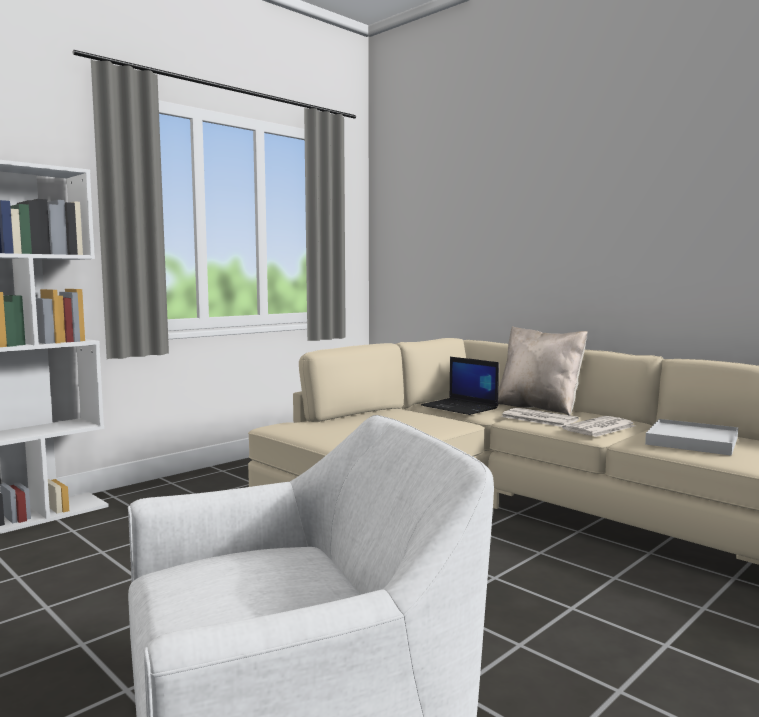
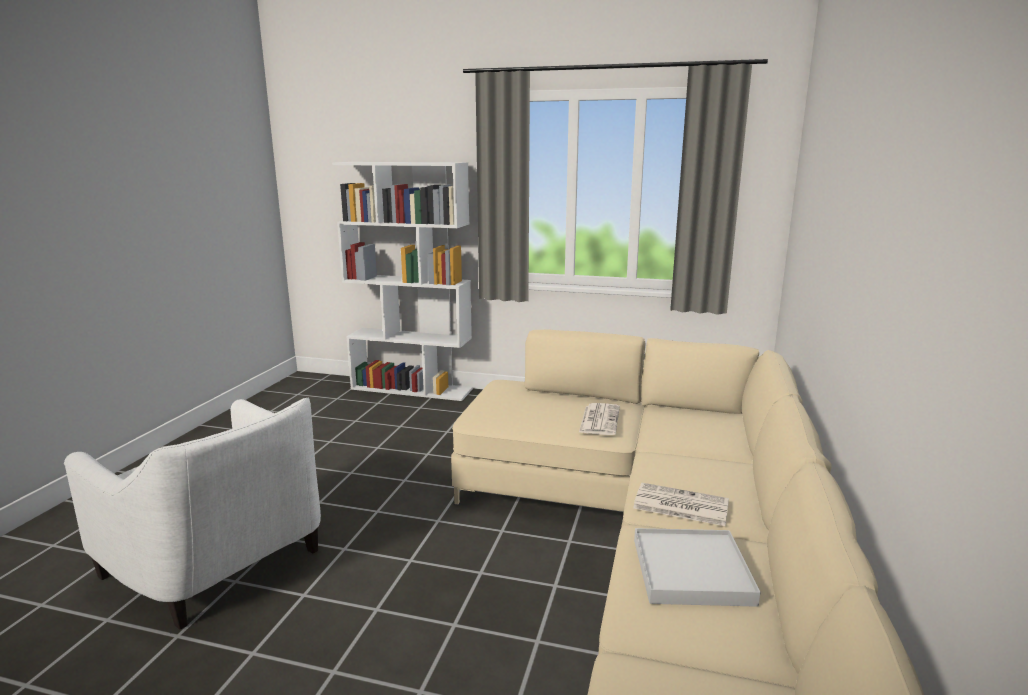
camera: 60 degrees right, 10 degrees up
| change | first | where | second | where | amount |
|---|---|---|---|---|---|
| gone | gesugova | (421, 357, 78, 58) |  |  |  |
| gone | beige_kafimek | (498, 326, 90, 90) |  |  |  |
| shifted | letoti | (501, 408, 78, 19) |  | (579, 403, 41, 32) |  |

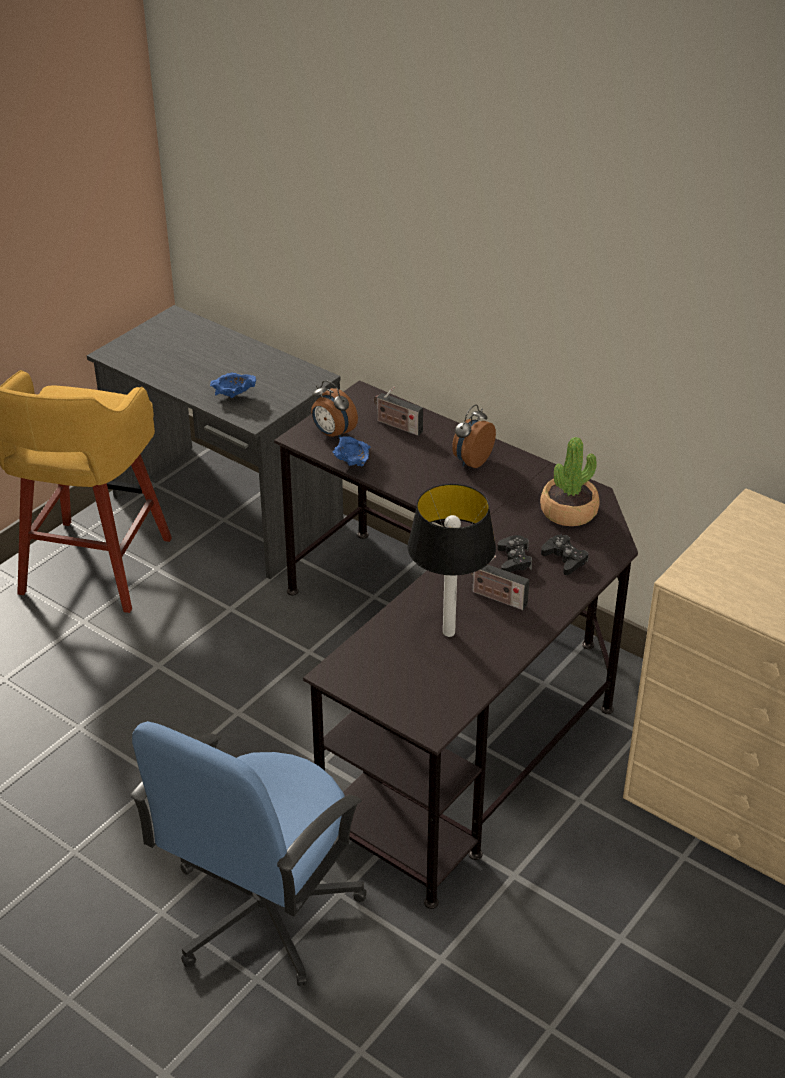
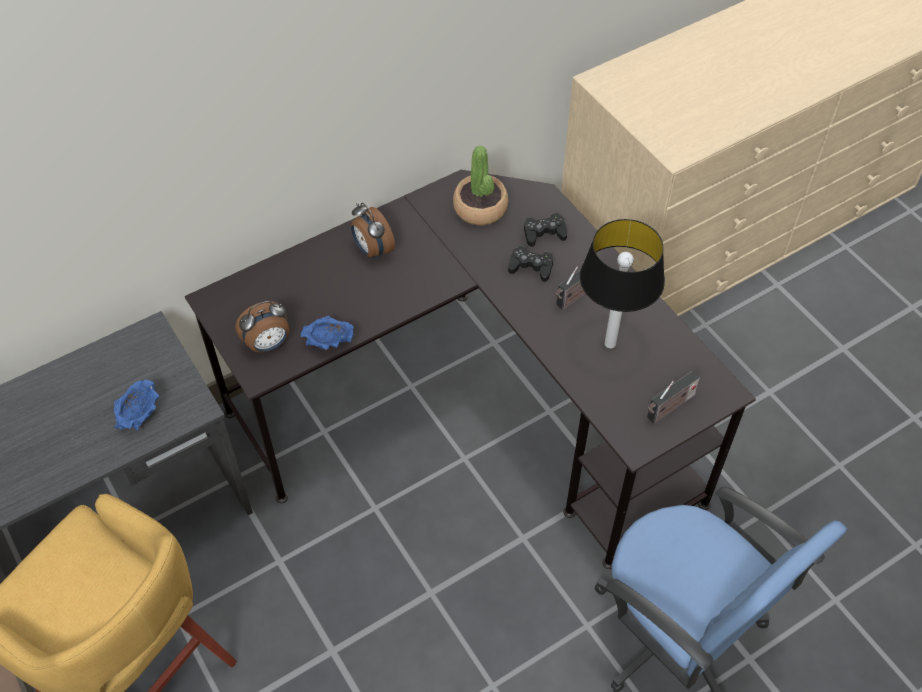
camera: 70 degrees left, 15 degrees up
| change | first | where | second | where | amount |
|---|---|---|---|---|---|
| shifted | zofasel | (374, 386, 49, 50) |  | (647, 370, 53, 54) |  |

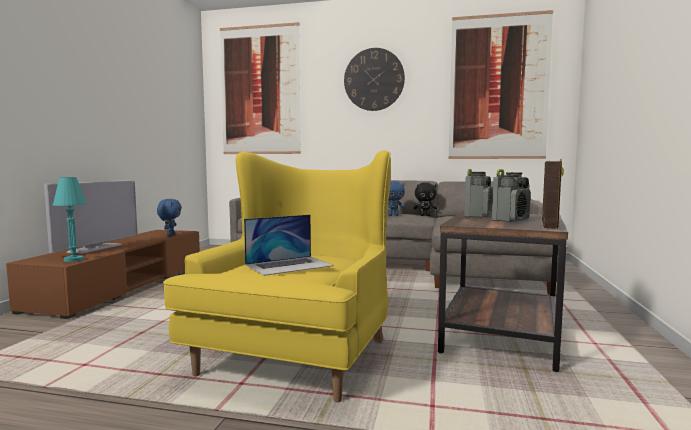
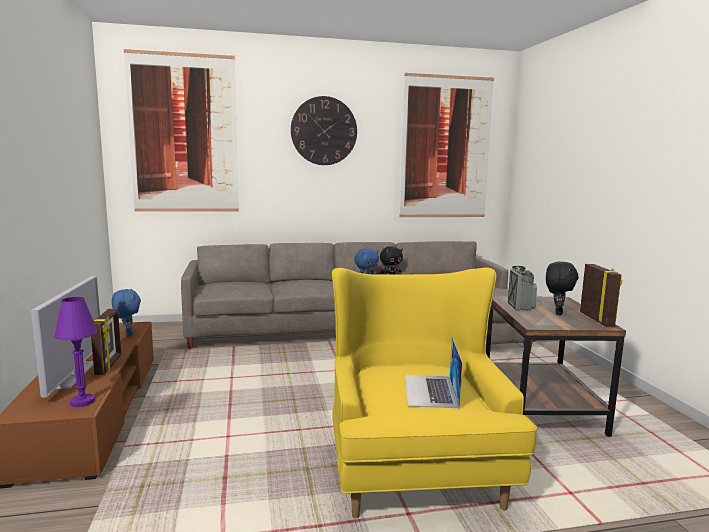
camera: 25 degrees left, 5 degrees up
| change | first | where | second | where | amount |
|---|---|---|---|---|---|
| new |  |  | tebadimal | (91, 309, 30, 66) |  |
| swapped | zofasel | (492, 169, 39, 53) | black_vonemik | (546, 261, 33, 54) |  |
| repainted | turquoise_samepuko | (53, 177, 34, 85) | purple_samepuko | (54, 297, 44, 110) |  |
| rotated | gesugova | (244, 215, 90, 61) |  | (405, 337, 58, 72) | 150 degrees clockwise |

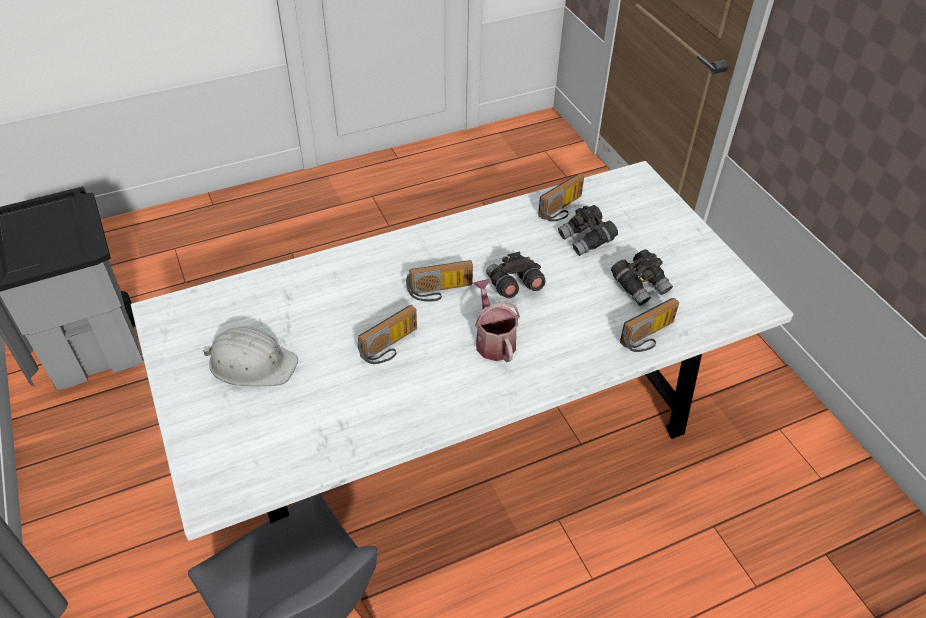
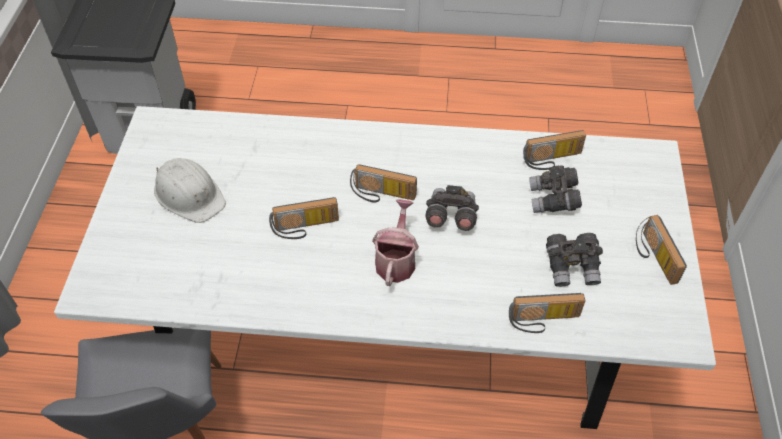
camera: 30 degrees right, 5 degrees up
| change | first | where | second | where | amount |
|---|---|---|---|---|---|
| new |  |  | zofasel | (636, 215, 51, 70) |  |

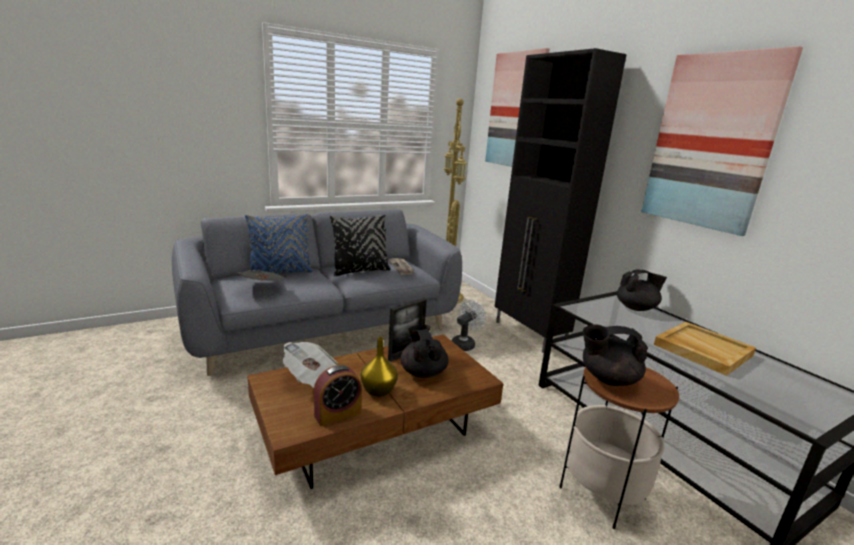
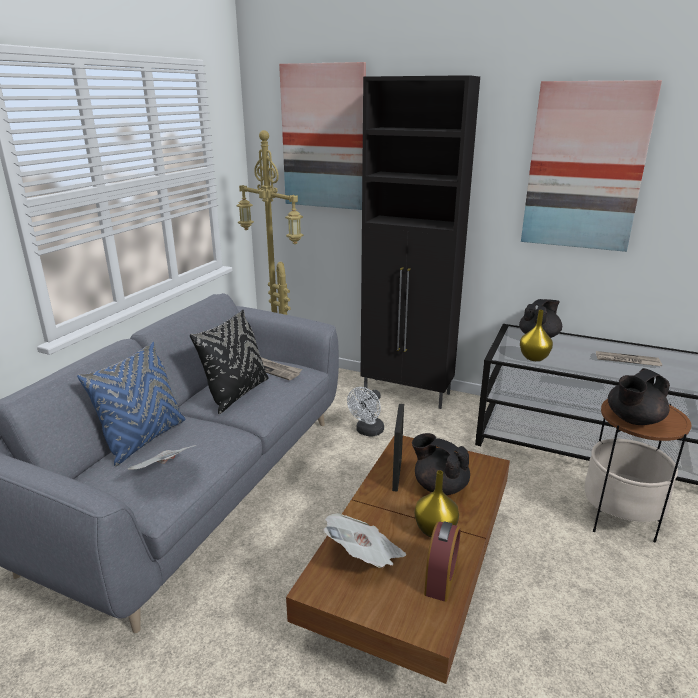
camera: 35 degrees left, 5 degrees up
| change | first | where | second | where | amount |
|---|---|---|---|---|---|
| new |  |  | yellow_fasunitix | (520, 310, 33, 51) |  |
| swapped | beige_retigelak | (654, 322, 102, 54) | letoti | (596, 351, 66, 15) |  |
| rotated | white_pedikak | (452, 300, 34, 51) |  | (347, 387, 37, 50) | 150 degrees counterclockwise |

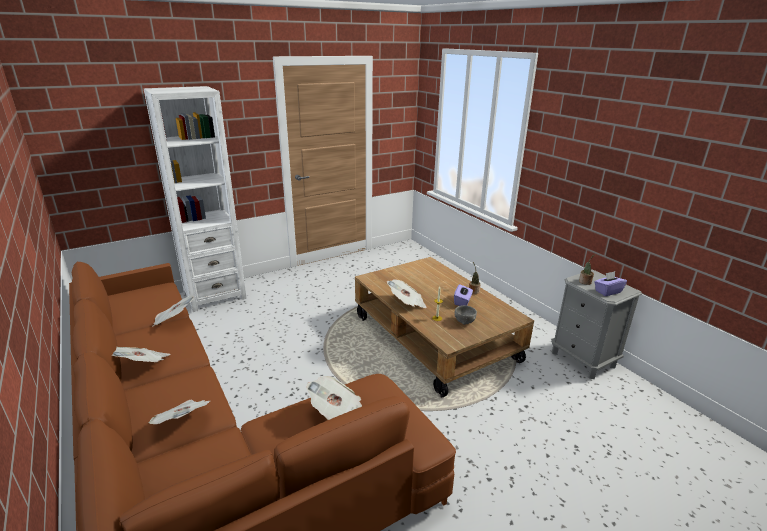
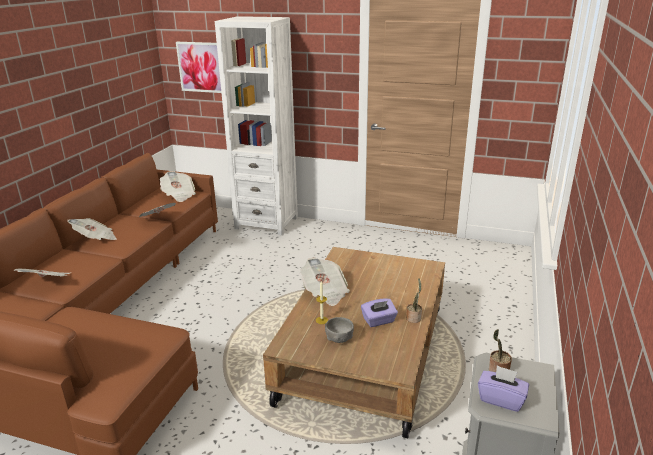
camera: 50 degrees right, 0 degrees up
| change | first | where | second | where | amount |
|---|---|---|---|---|---|
| new |  |  | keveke | (176, 42, 45, 51) |  |
| shifted | letoti | (306, 376, 56, 44) |  | (160, 171, 36, 31) |  |

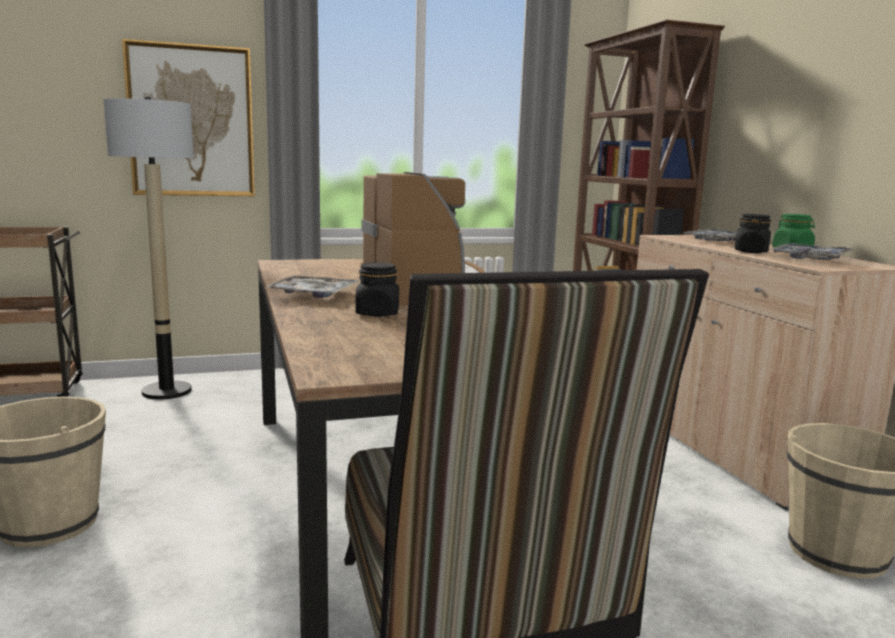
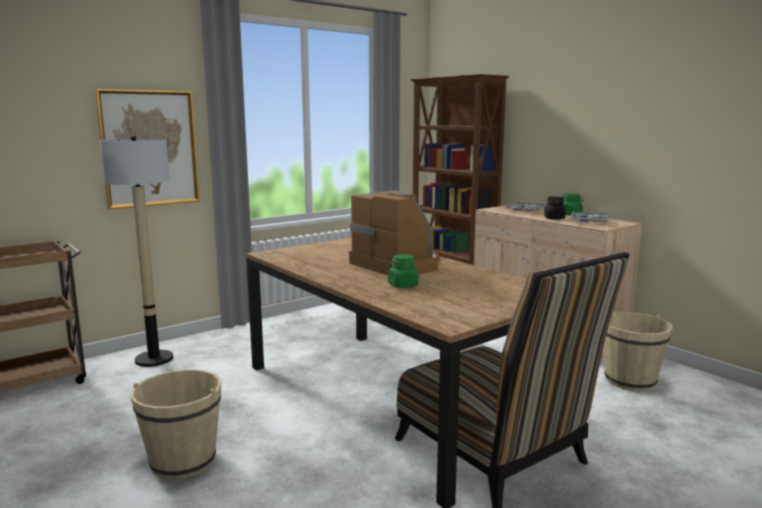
camera: 20 degrees left, 0 degrees up
| change | first | where | second | where | amount |
|---|---|---|---|---|---|
| gone | retigelak | (265, 275, 94, 23) |  |  |  |
| repainted | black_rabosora | (356, 262, 43, 55) | green_rabosora | (388, 254, 31, 34) |  |

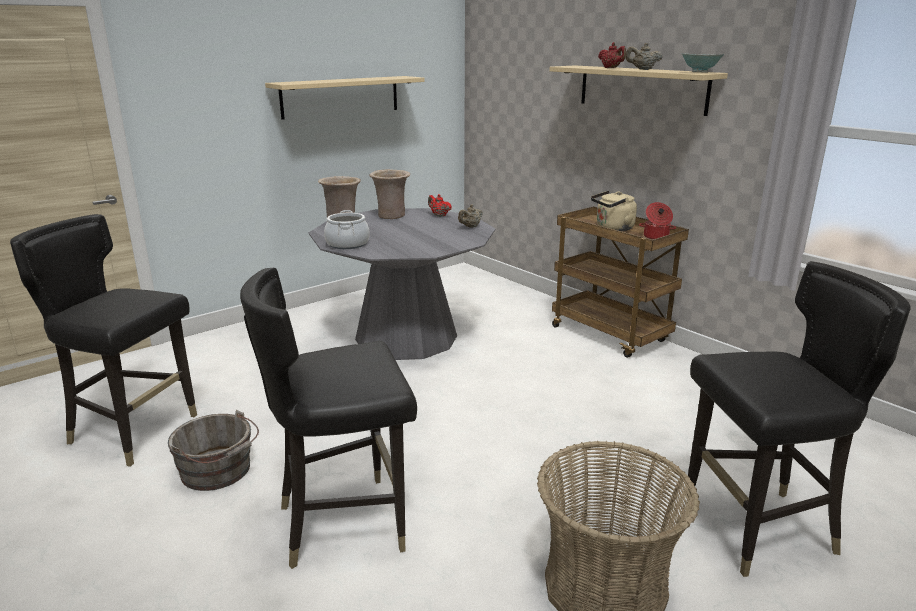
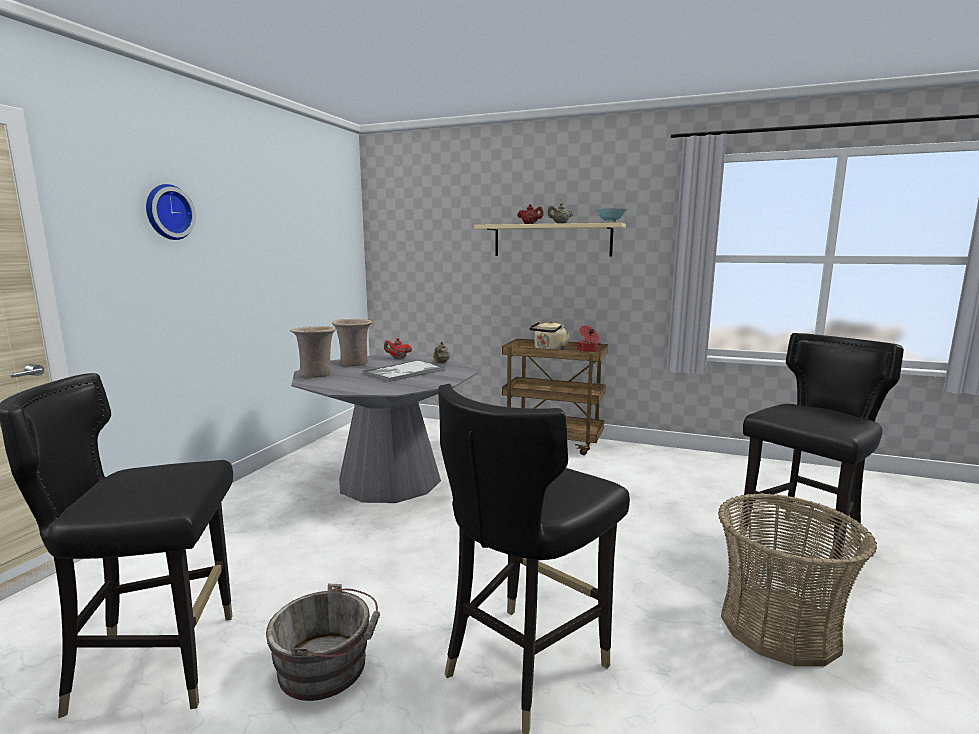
camera: 30 degrees left, 10 degrees down
| change | first | where | second | where | amount |
|---|---|---|---|---|---|
| gone | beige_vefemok | (265, 76, 160, 44) |  |  |  |
| gone | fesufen | (324, 210, 46, 39) |  |  |  |
| new |  |  | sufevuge | (146, 184, 50, 56) |  |
| new |  |  | retigelak | (363, 360, 83, 22) |  |

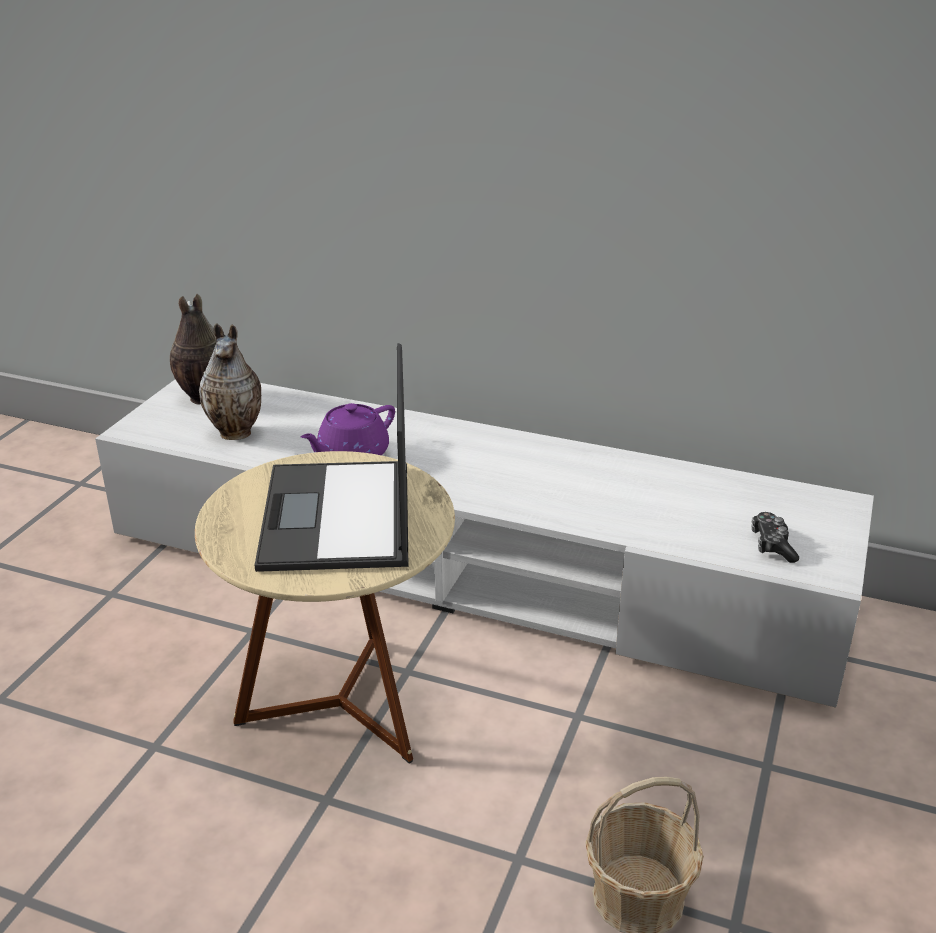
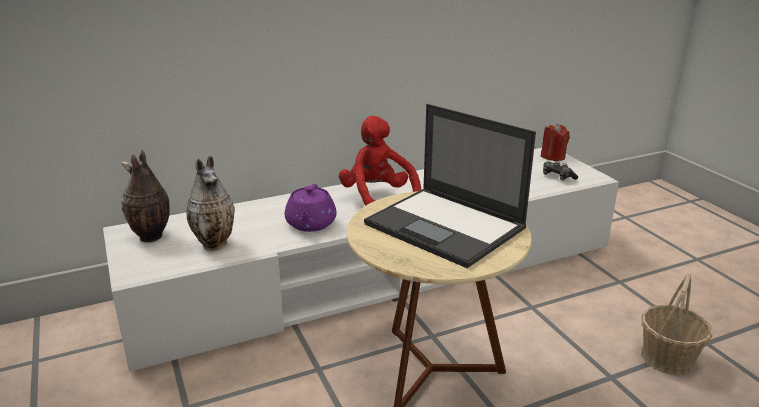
camera: 45 degrees left, 5 degrees down
| change | first | where | second | where | amount |
|---|---|---|---|---|---|
| new |  |  | red_vonemik | (339, 116, 82, 90) |  |
| new |  |  | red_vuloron | (541, 124, 29, 37) |  |

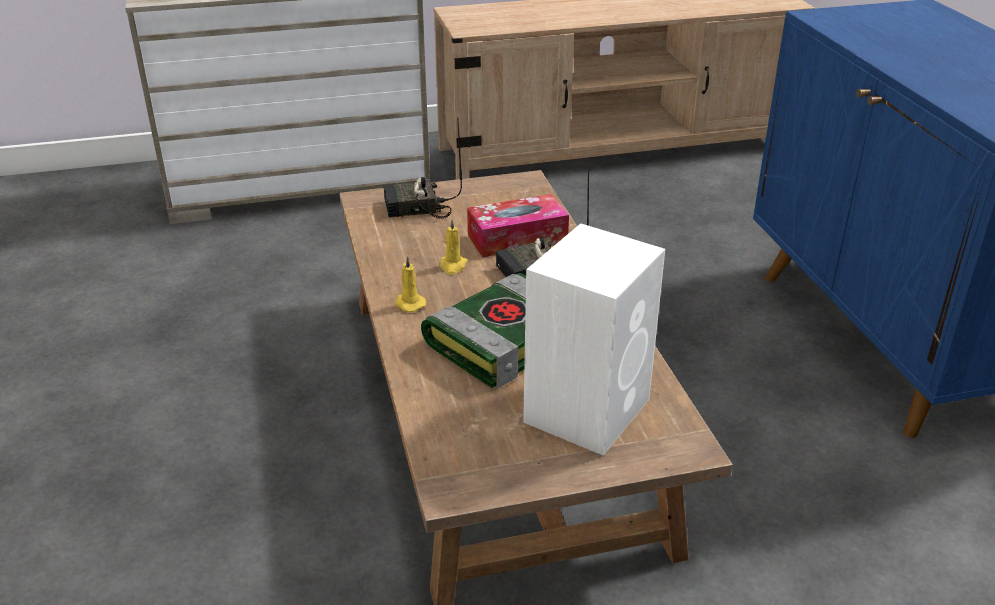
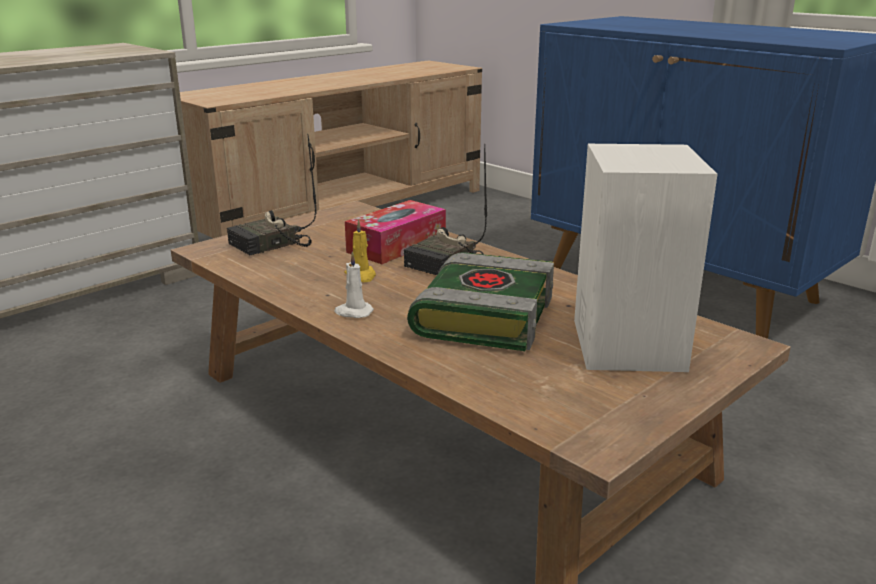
camera: 30 degrees left, 10 degrees down
| change | first | where | second | where | amount |
|---|---|---|---|---|---|
| repainted | yellow_vuloron | (395, 256, 31, 56) | white_vuloron | (335, 252, 39, 66) |  |

